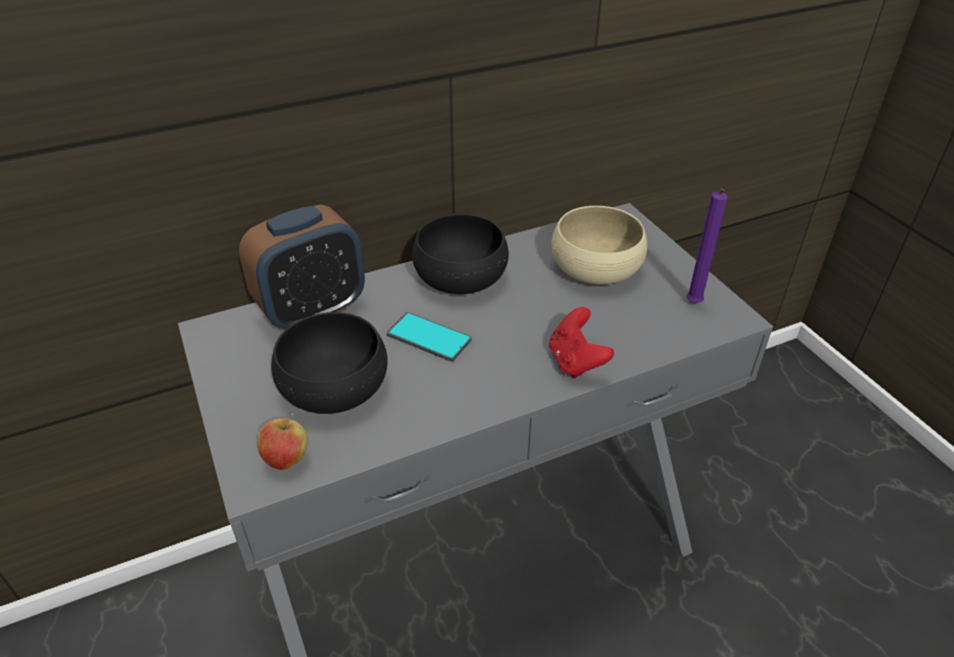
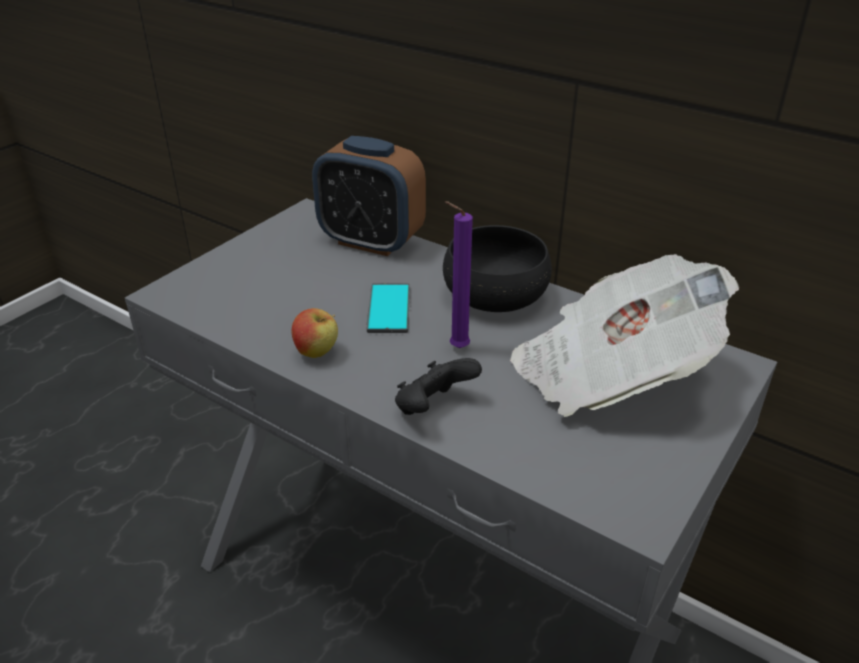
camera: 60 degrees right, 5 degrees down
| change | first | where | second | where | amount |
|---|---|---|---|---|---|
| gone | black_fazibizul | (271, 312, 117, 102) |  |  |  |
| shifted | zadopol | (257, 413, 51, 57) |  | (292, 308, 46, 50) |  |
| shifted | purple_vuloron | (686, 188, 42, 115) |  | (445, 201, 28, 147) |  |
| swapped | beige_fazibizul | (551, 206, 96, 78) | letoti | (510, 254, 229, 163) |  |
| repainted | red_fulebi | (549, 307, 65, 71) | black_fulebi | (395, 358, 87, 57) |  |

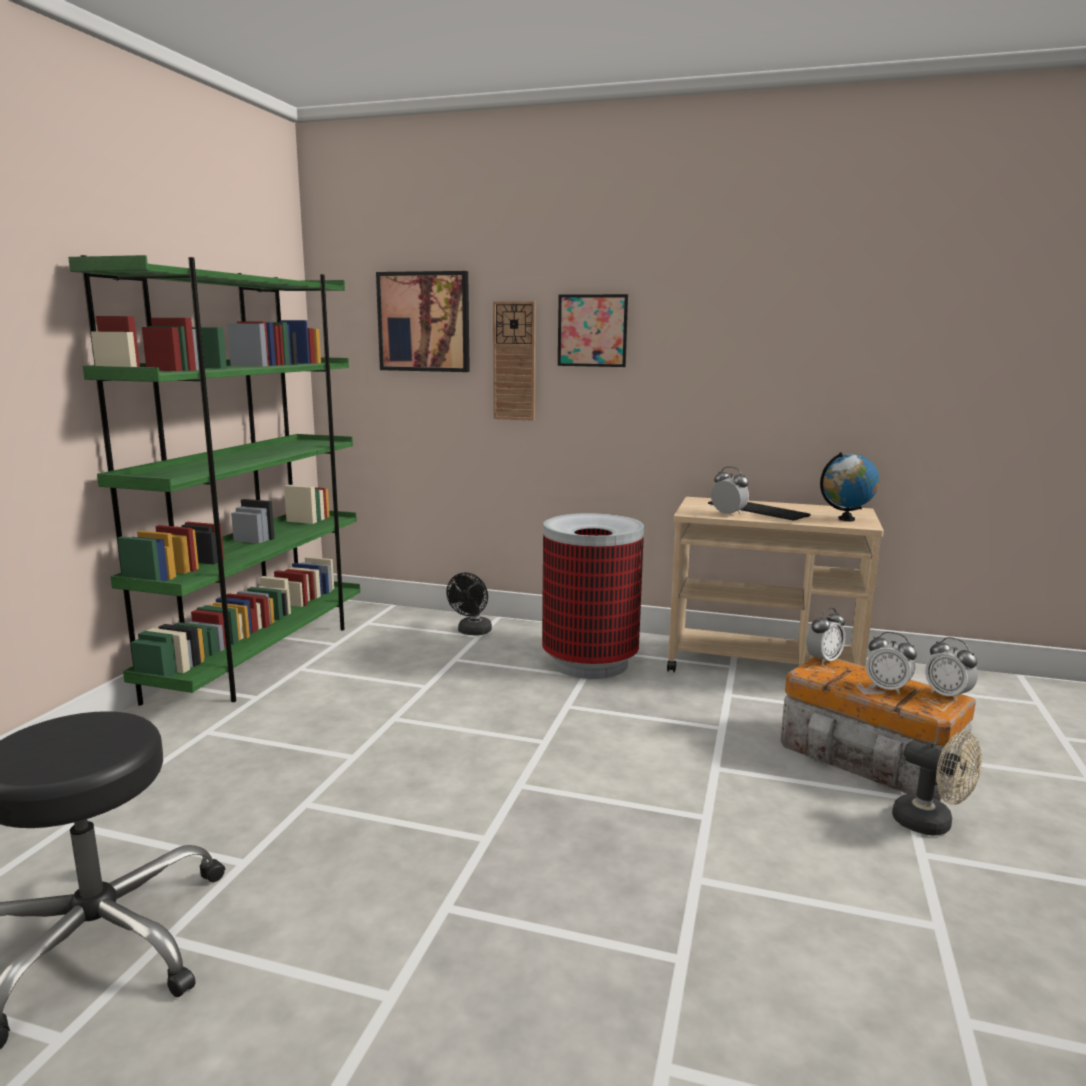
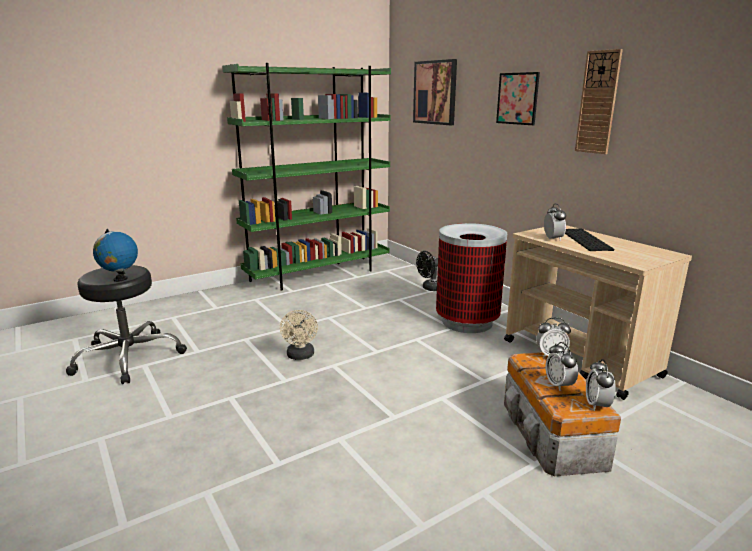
camera: 40 degrees right, 5 degrees up
| change | first | where | second | where | amount |
|---|---|---|---|---|---|
| shifted | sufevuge | (493, 301, 43, 120) |  | (575, 49, 48, 105) |  |
| shifted | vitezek | (820, 452, 59, 69) |  | (93, 229, 45, 53) |  |
| shifted | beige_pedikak | (892, 731, 90, 104) |  | (280, 310, 38, 50) |  |

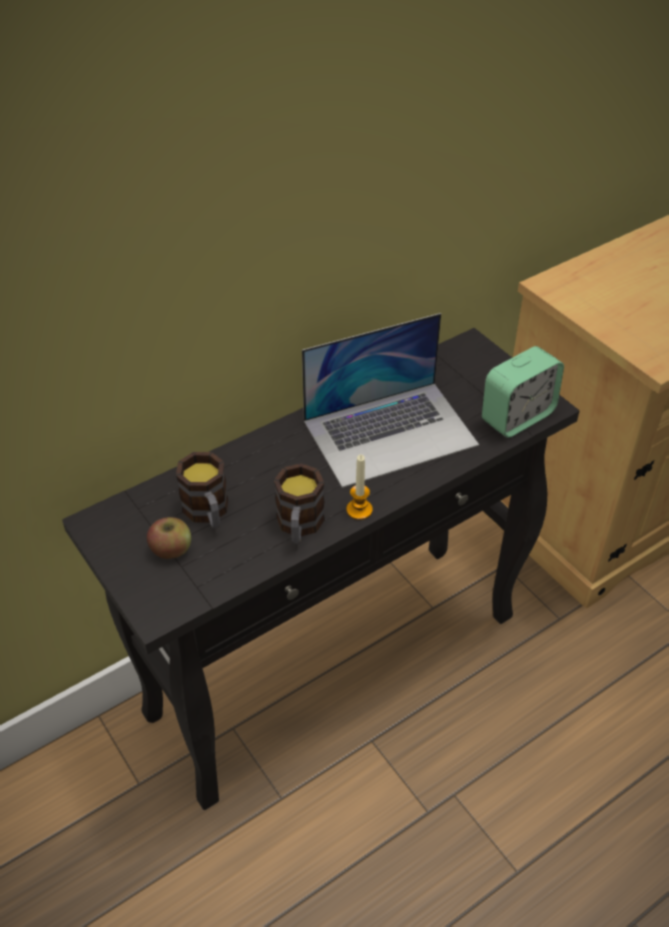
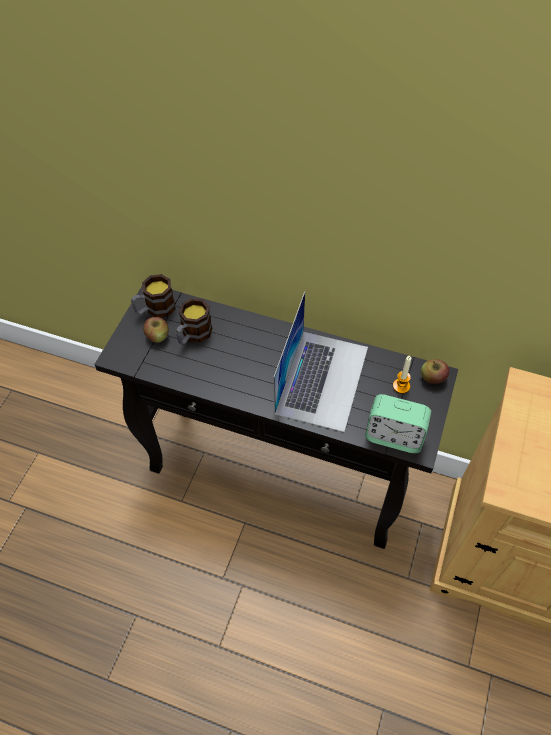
camera: 55 degrees right, 10 degrees up
| change | first | where | second | where | amount |
|---|---|---|---|---|---|
| new |  |  | zadopol | (421, 359, 28, 25) |  |
| shifted | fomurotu | (274, 463, 51, 81) |  | (131, 274, 45, 44) |  |
| shifted | vuloron | (346, 454, 27, 66) |  | (393, 356, 19, 38) |  |
| rotated | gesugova | (302, 313, 177, 175) |  | (274, 291, 94, 141) | 105 degrees counterclockwise |

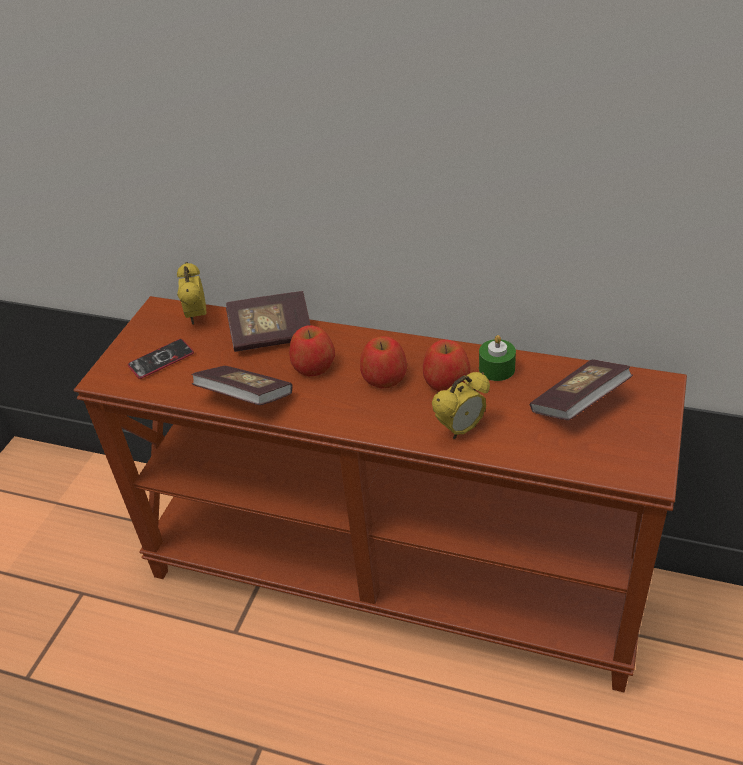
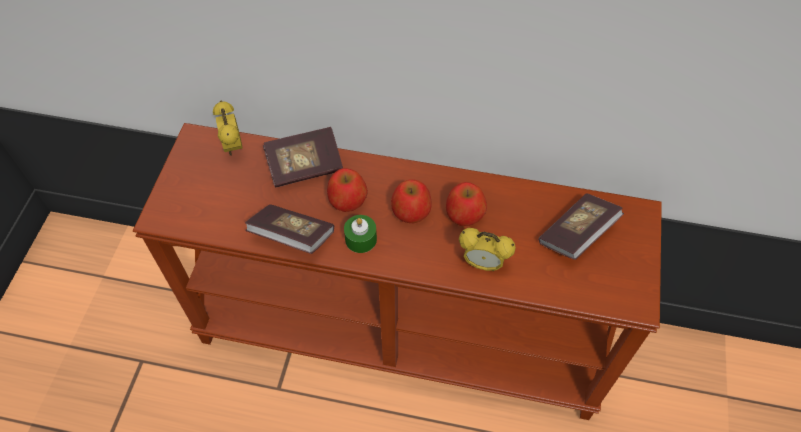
camera: 10 degrees left, 15 degrees up
| change | first | where | second | where | amount |
|---|---|---|---|---|---|
| gone | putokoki | (128, 339, 66, 40) |  |  |  |
| shifted | green_vuloron | (479, 335, 37, 46) |  | (344, 215, 33, 38) |  |
| rotated | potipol | (432, 372, 58, 67) |  | (459, 228, 57, 43) | 60 degrees clockwise |

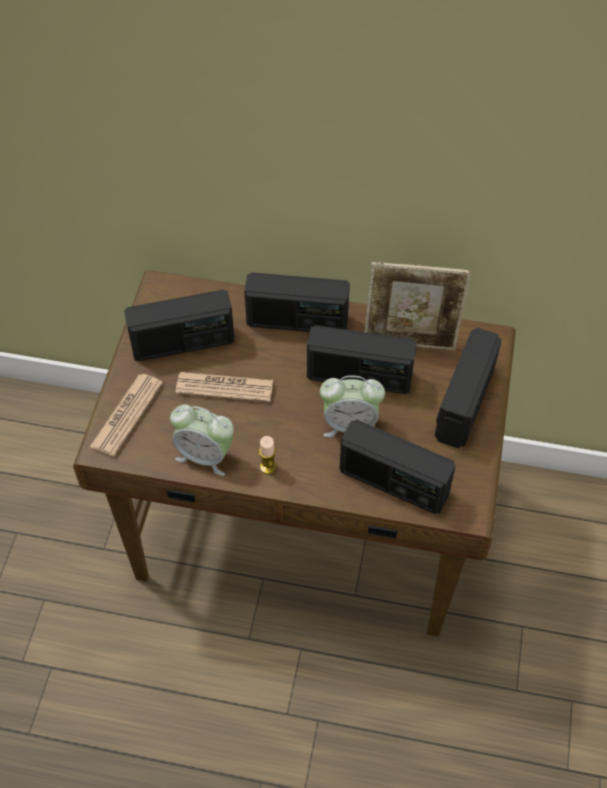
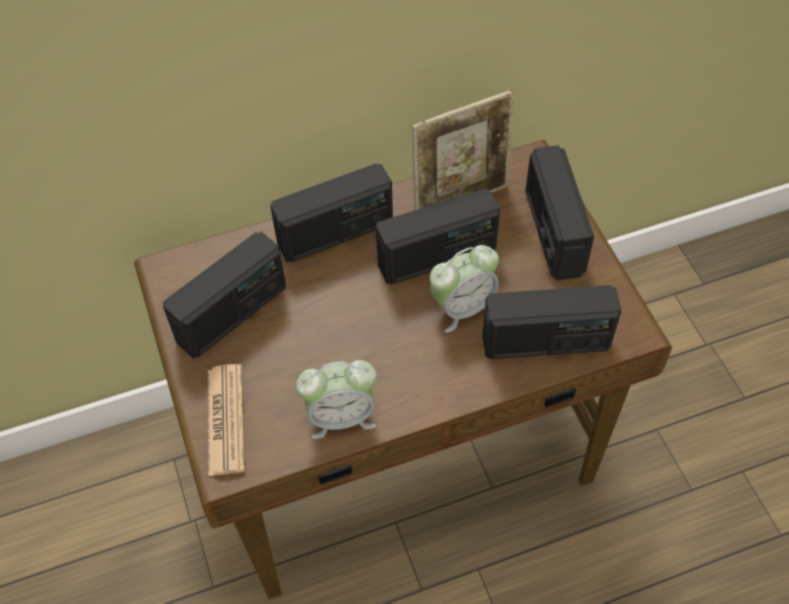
camera: 30 degrees left, 0 degrees up
| change | first | where | second | where | amount |
|---|---|---|---|---|---|
| gone | letoti | (175, 372, 98, 30) |  |  |  |
| gone | vuloron | (259, 436, 17, 38) |  |  |  |

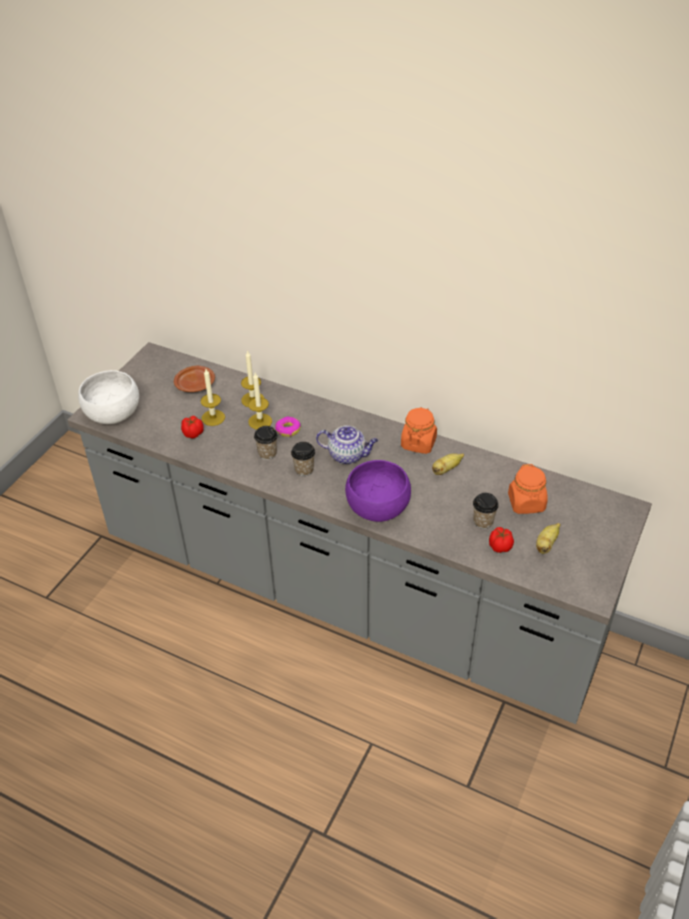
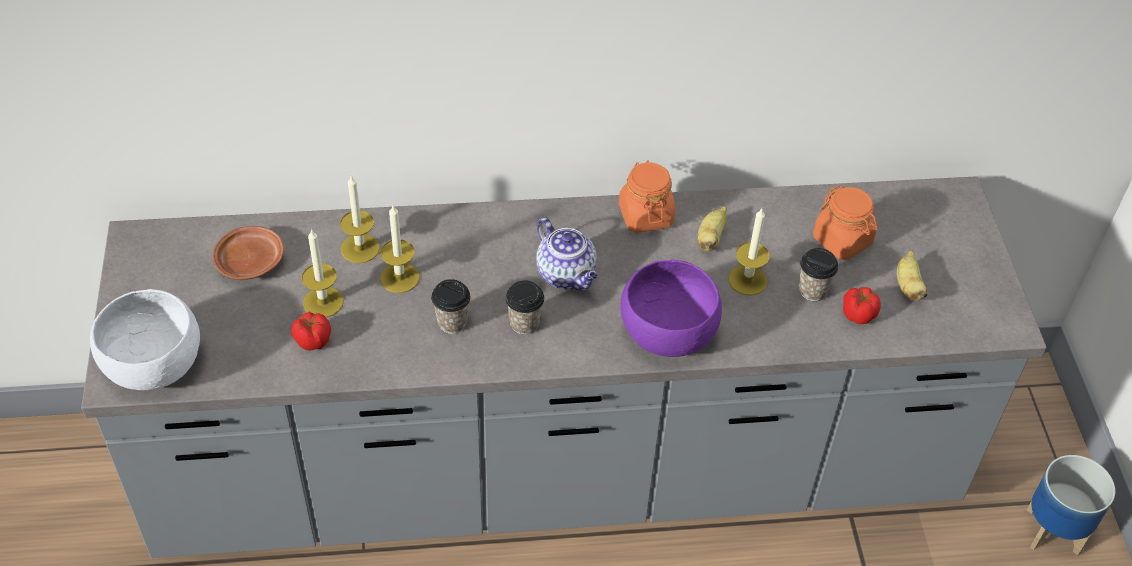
camera: 35 degrees left, 5 degrees up
| change | first | where | second | where | amount |
|---|---|---|---|---|---|
| gone | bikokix | (275, 417, 26, 20) |  |  |  |
| new |  |  | vuloron | (728, 209, 42, 86) |  |
| new |  |  | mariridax | (1027, 455, 88, 101) |  |
| rotated | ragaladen | (316, 425, 62, 39) |  | (536, 217, 62, 74) | 75 degrees clockwise |

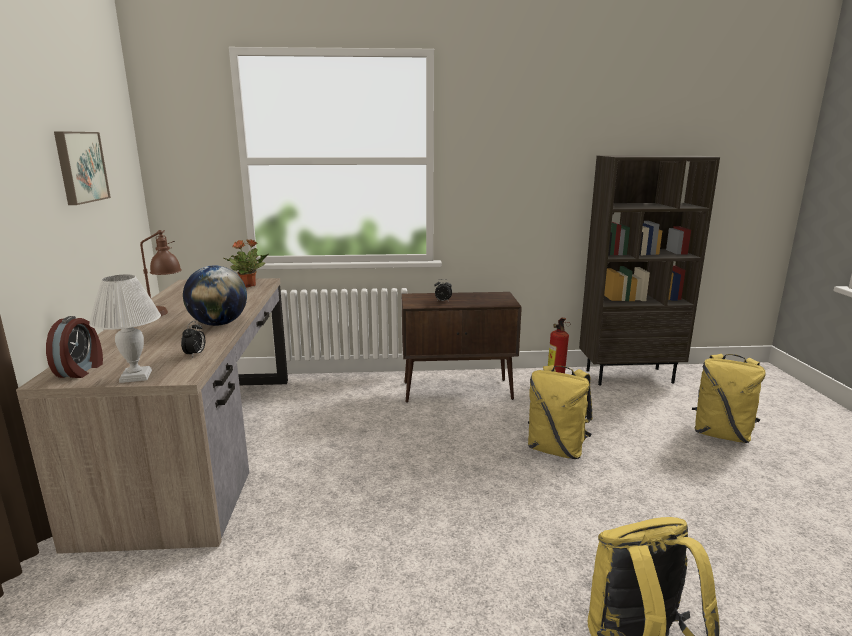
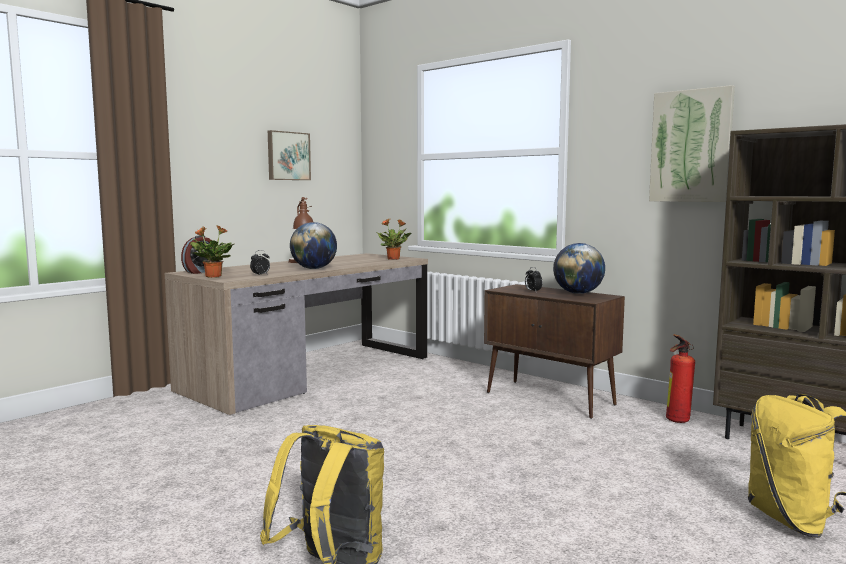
camera: 45 degrees right, 10 degrees down
| change | first | where | second | where | amount |
|---|---|---|---|---|---|
| gone | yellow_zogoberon | (528, 365, 65, 94) |  |  |  |
| new |  |  | vitezek | (553, 243, 52, 51) |  |
| new |  |  | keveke | (649, 85, 86, 117) |  |
| swapped | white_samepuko | (89, 274, 72, 109) | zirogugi | (190, 225, 44, 53) |  |

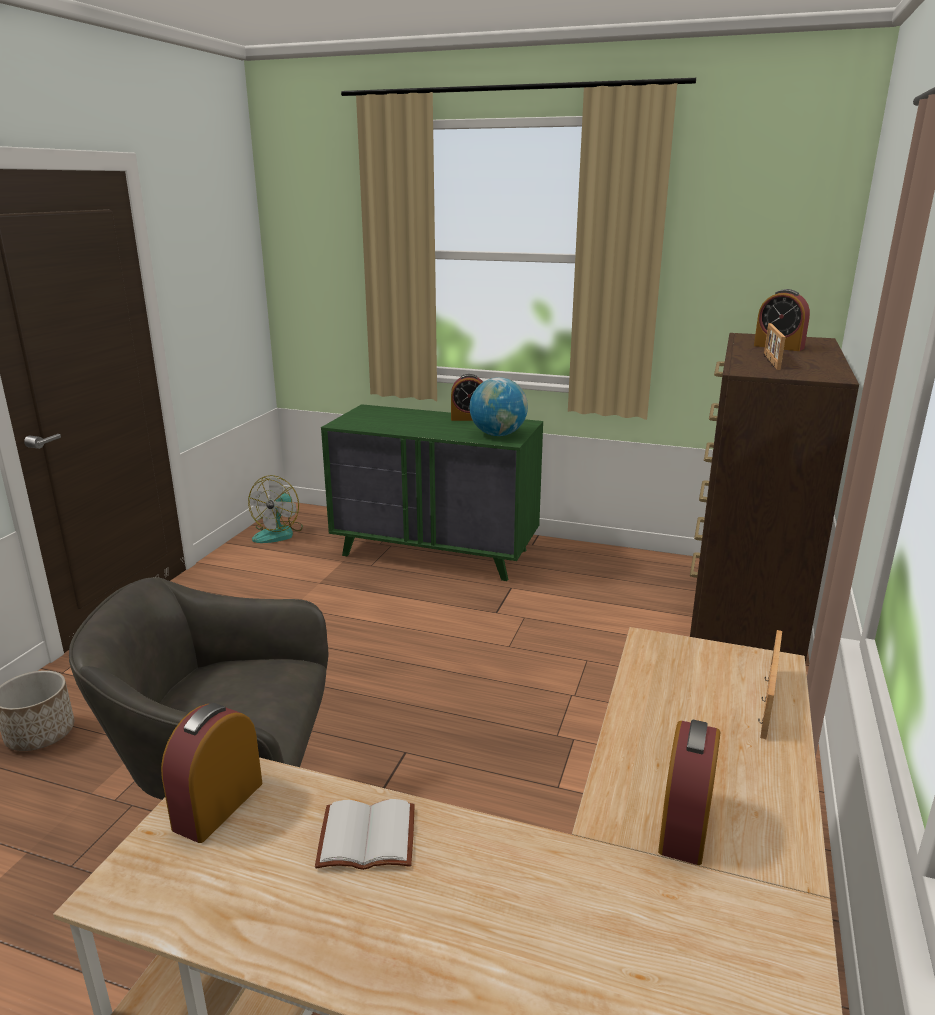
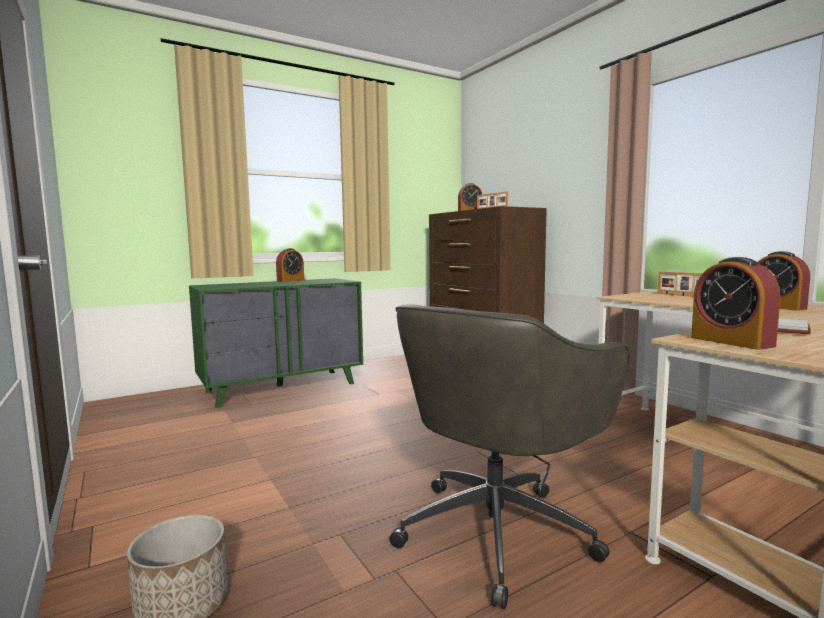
camera: 50 degrees left, 15 degrees down
| change | first | where | second | where | amount |
|---|---|---|---|---|---|
| gone | pedikak | (248, 475, 55, 68) |  |  |  |
| gone | vitezek | (470, 377, 58, 59) |  |  |  |

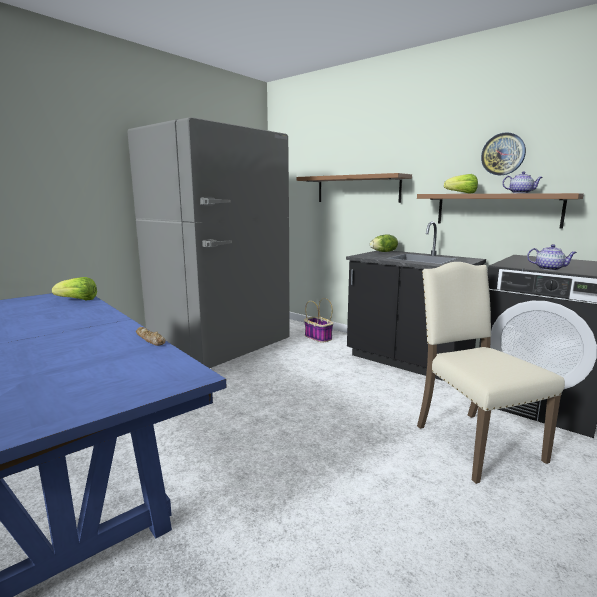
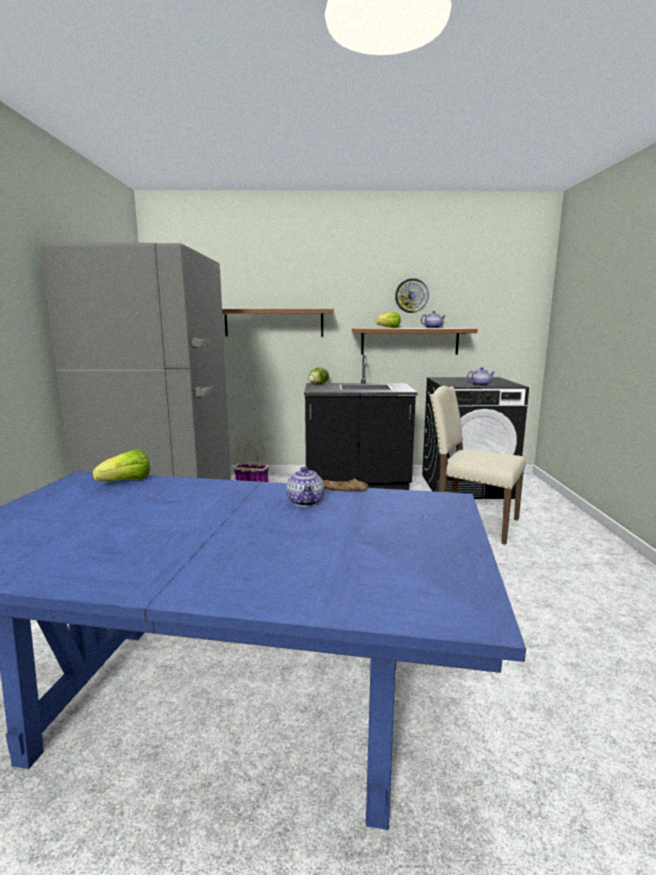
camera: 40 degrees left, 0 degrees up
| change | first | where | second | where | amount |
|---|---|---|---|---|---|
| new |  |  | ragaladen | (286, 467, 38, 40) |  |

